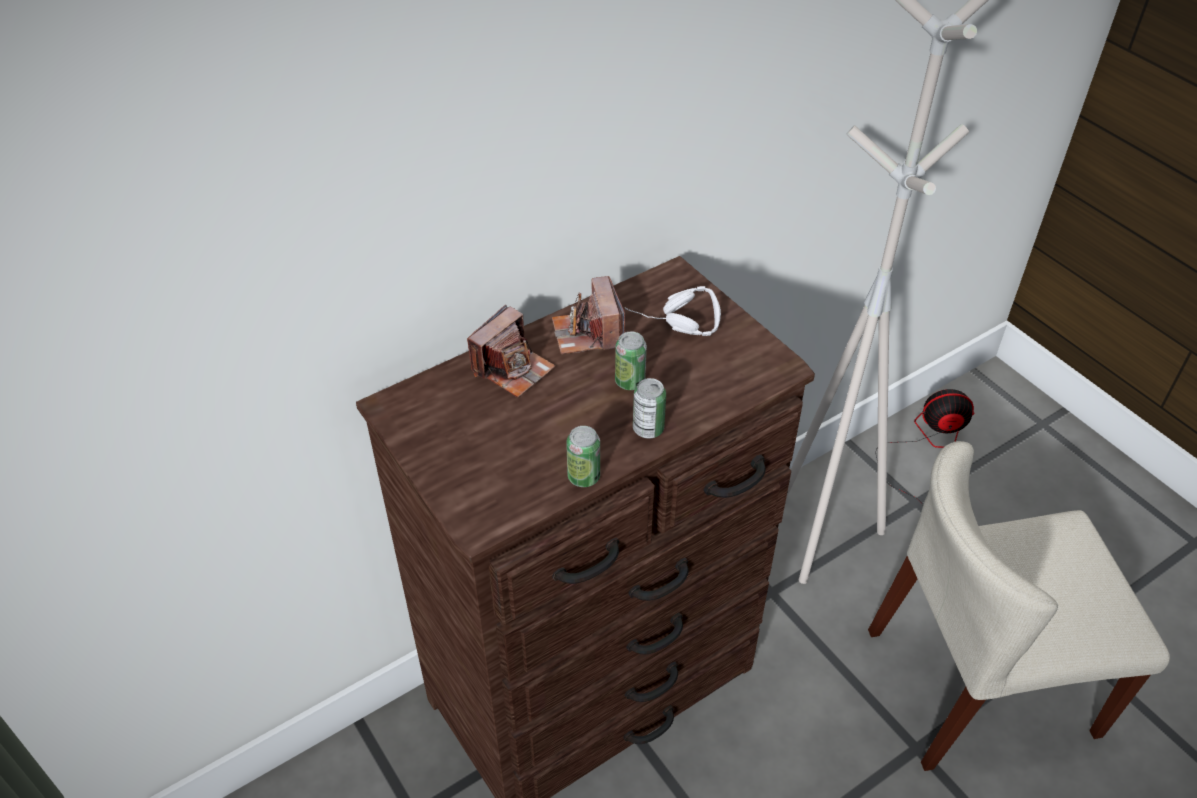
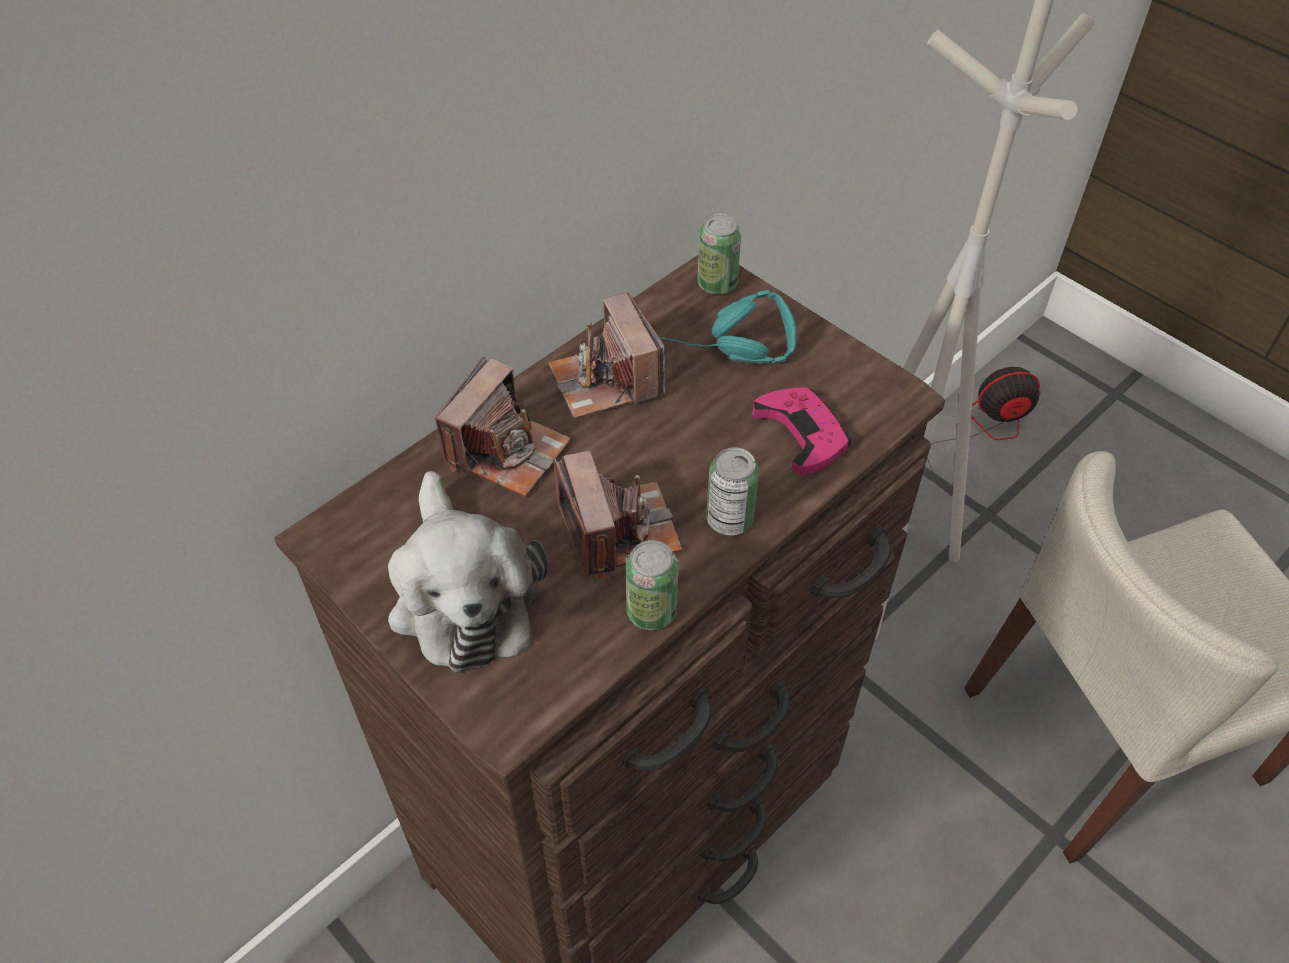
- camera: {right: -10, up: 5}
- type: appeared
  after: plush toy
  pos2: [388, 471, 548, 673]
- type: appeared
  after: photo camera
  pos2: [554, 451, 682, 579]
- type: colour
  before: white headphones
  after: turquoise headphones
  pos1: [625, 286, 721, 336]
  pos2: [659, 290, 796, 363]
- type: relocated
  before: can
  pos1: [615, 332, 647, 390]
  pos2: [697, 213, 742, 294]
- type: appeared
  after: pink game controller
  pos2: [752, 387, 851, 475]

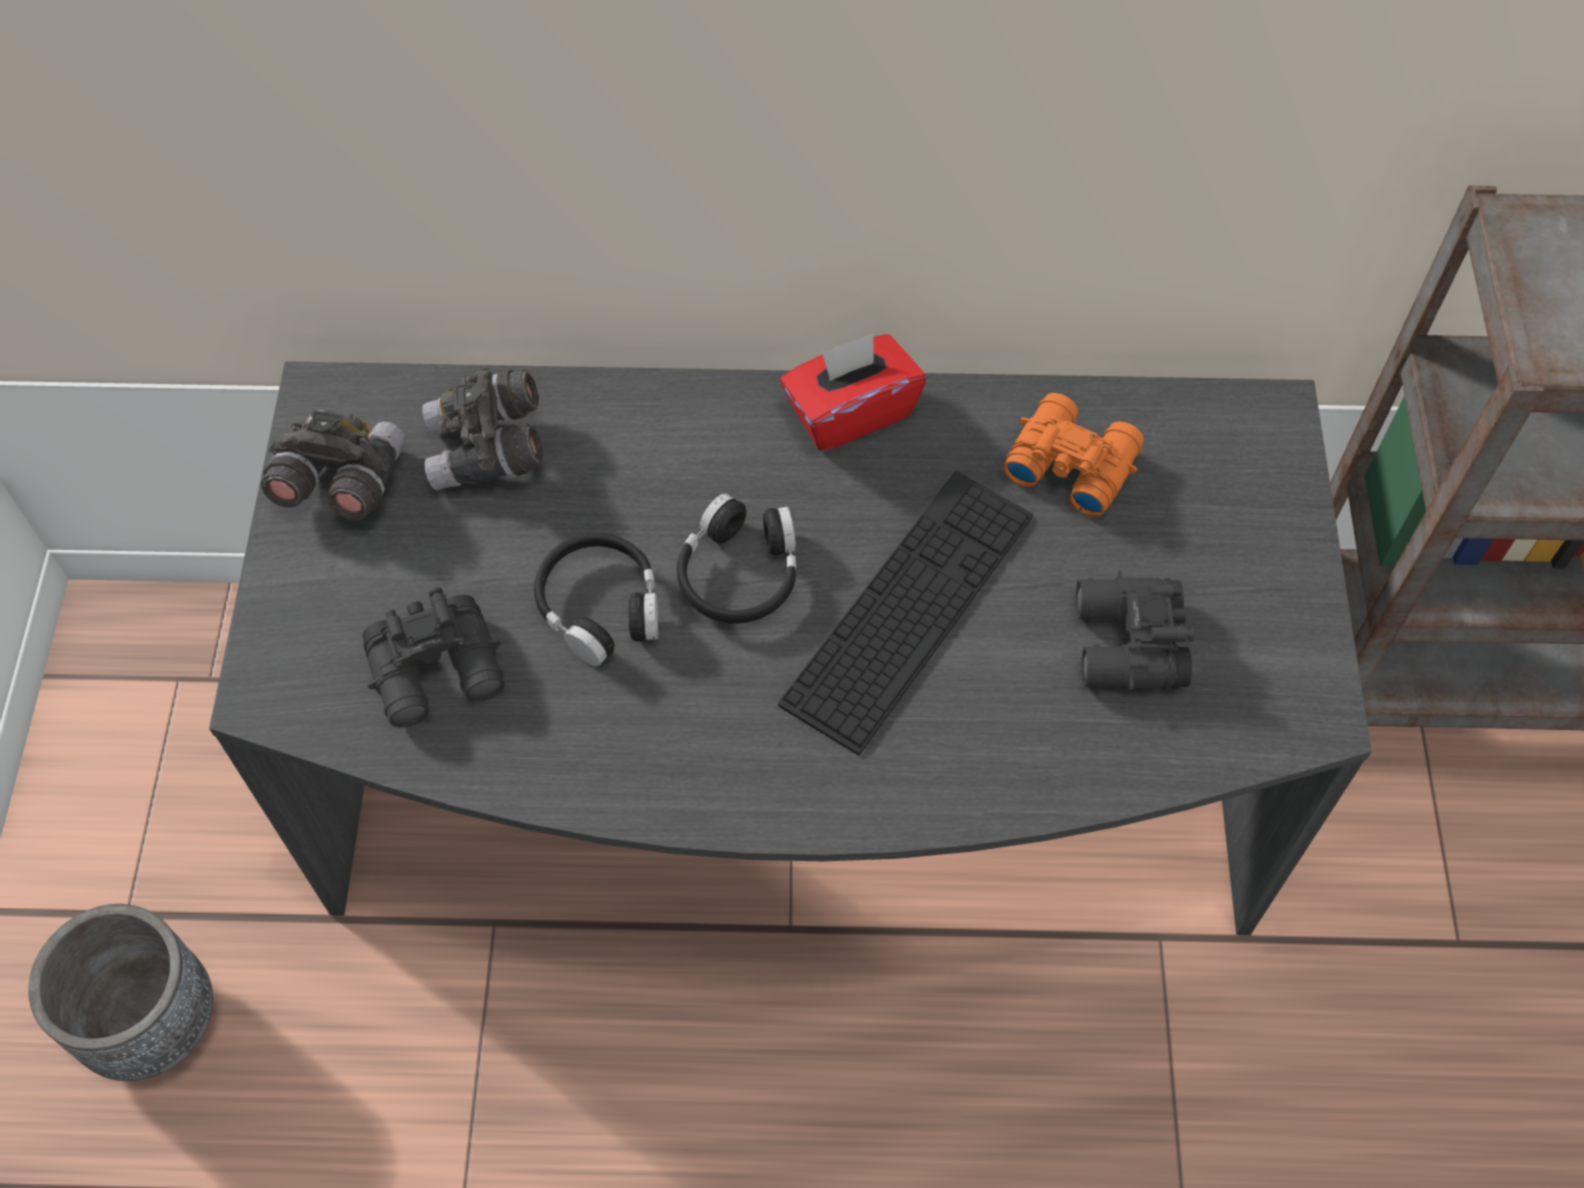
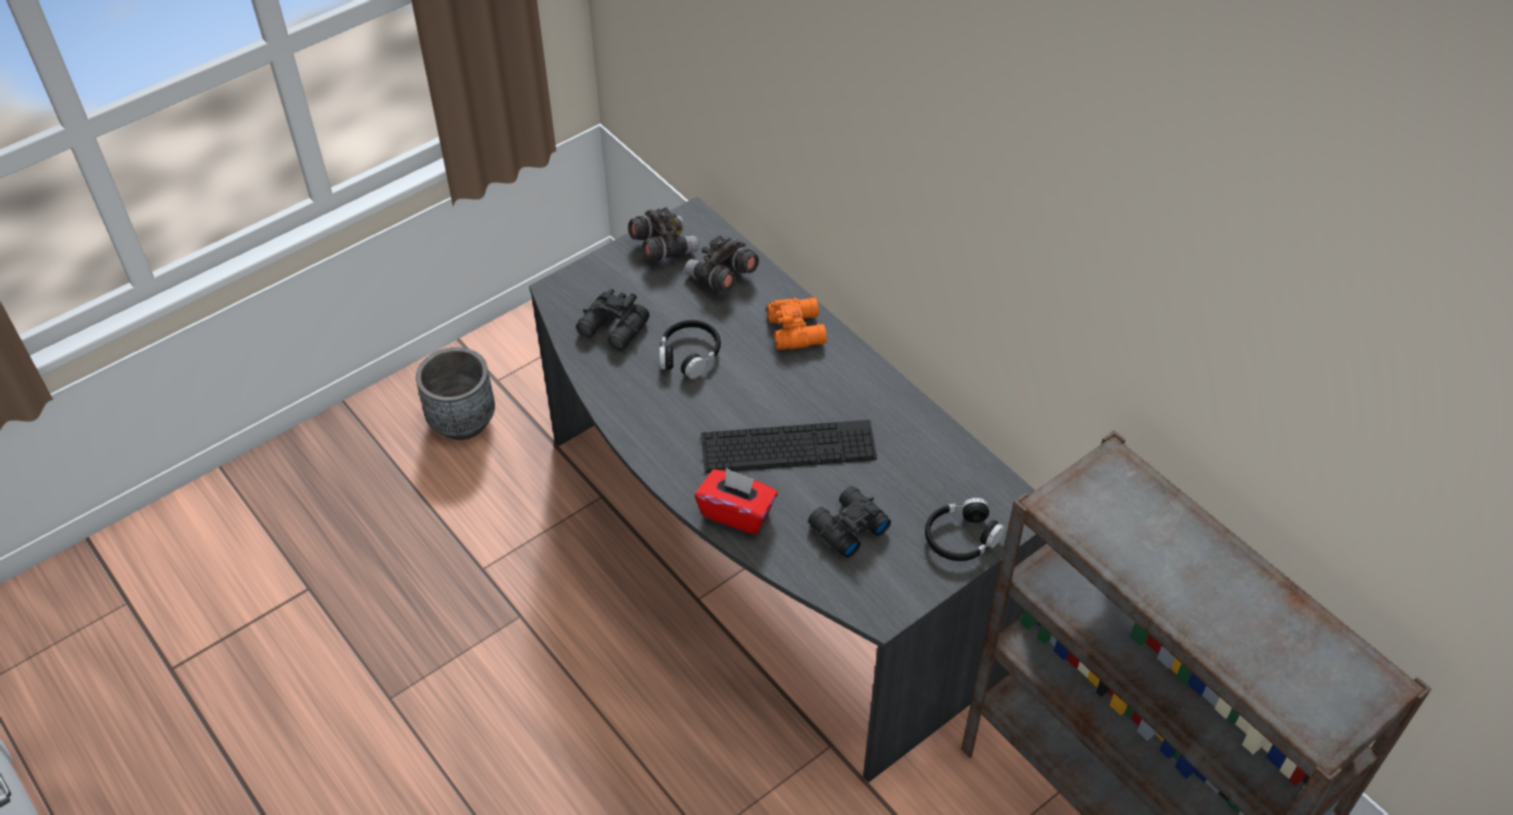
- camera: {right: 50, up: -10}
- type: relocated
  before: red tissue box
  pos1: [780, 334, 926, 451]
  pos2: [695, 468, 778, 535]
- type: relocated
  before: orange binoculars
  pos1: [1003, 393, 1144, 517]
  pos2: [767, 297, 827, 350]
- type: relocated
  before: black headphones
  pos1: [677, 494, 796, 623]
  pos2: [925, 498, 1005, 561]

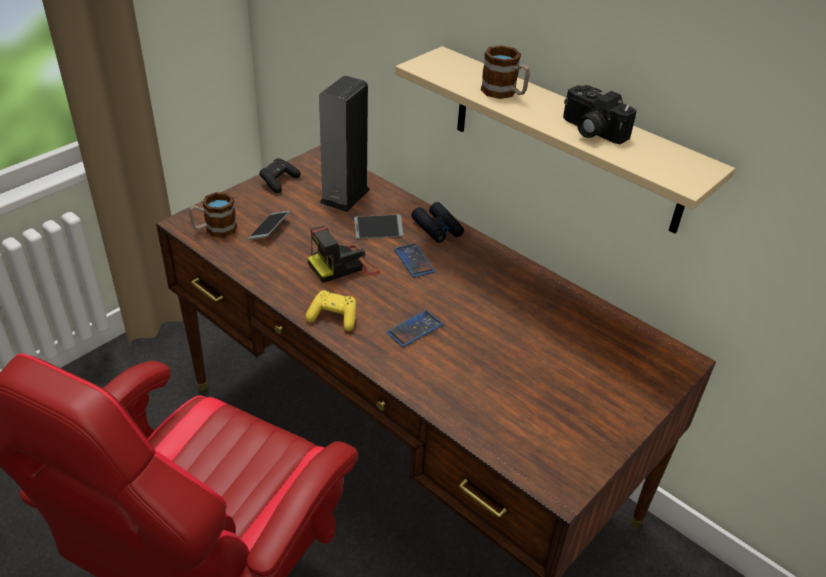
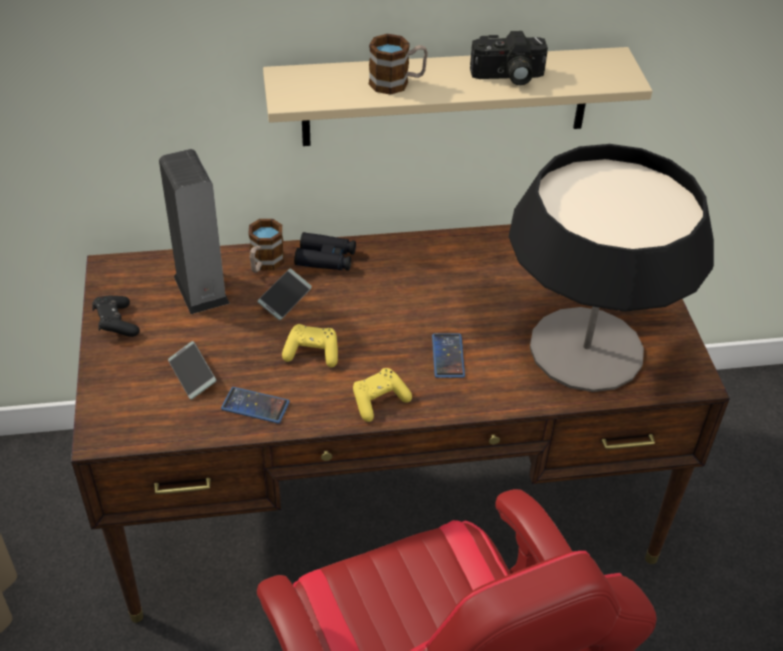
- camera: {right: -50, up: 5}
- type: relocated
  before: phone
  pos1: [394, 243, 435, 277]
  pos2: [221, 387, 290, 423]
- type: relocated
  before: mug
  pos1: [189, 192, 237, 238]
  pos2: [248, 219, 284, 273]
- type: exchanged
  before: photo camera
  after: yellow game controller
  pos1: [308, 226, 380, 283]
  pos2: [282, 324, 338, 368]
- type: appeared
  after: table lamp
  pos2: [509, 144, 714, 392]

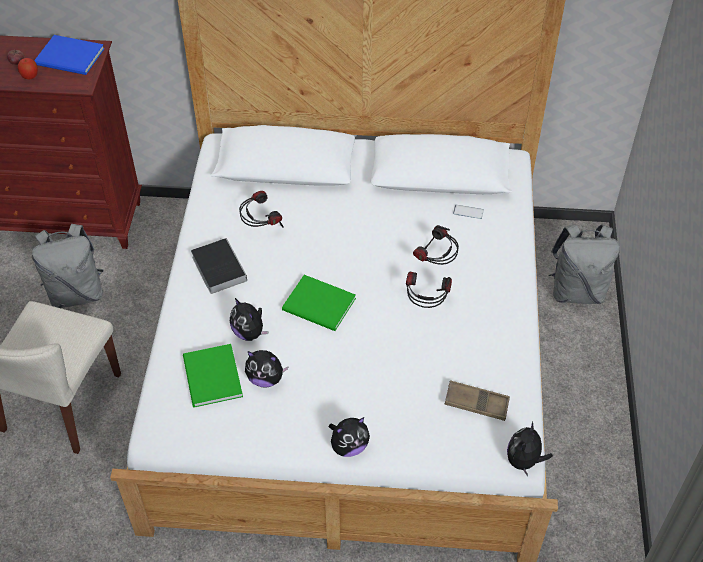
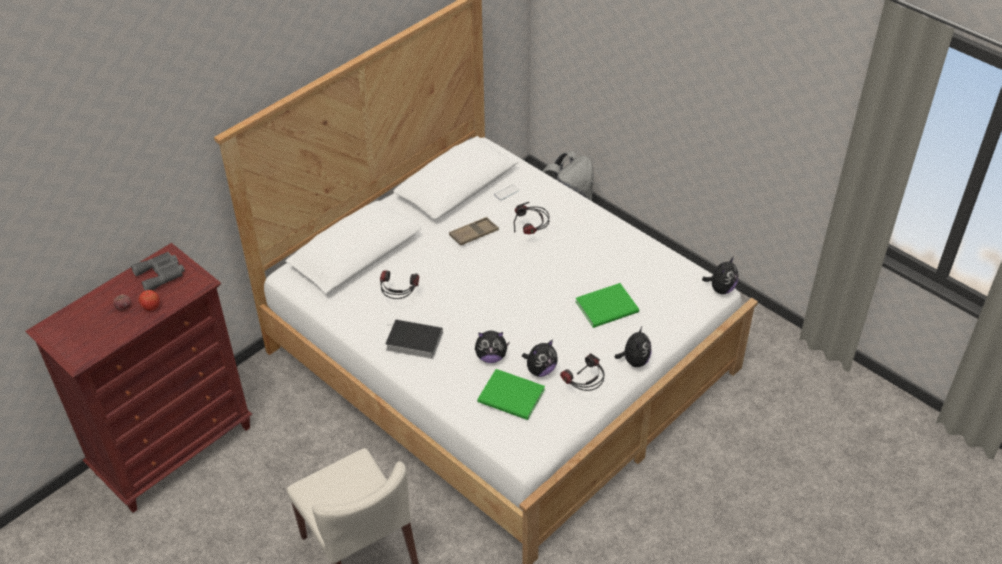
- camera: {right: -50, up: -5}
- type: exchanged
  before: blue book
  after: grey binoculars
  pos1: [34, 35, 104, 75]
  pos2: [131, 252, 185, 291]
- type: relocated
  before: brown tray
  pos1: [445, 380, 510, 421]
  pos2: [449, 217, 499, 246]
- type: relocated
  before: headphones
  pos1: [406, 272, 452, 308]
  pos2: [560, 353, 605, 391]
- type: relocated
  before: green book
  pos1: [282, 275, 356, 331]
  pos2: [575, 283, 639, 328]
- type: spun
  before: plush toy
  pos1: [507, 421, 553, 477]
  pos2: [702, 257, 738, 294]
  turn: -120
- type: missing
  before: grey backpack
  pos1: [32, 224, 104, 308]

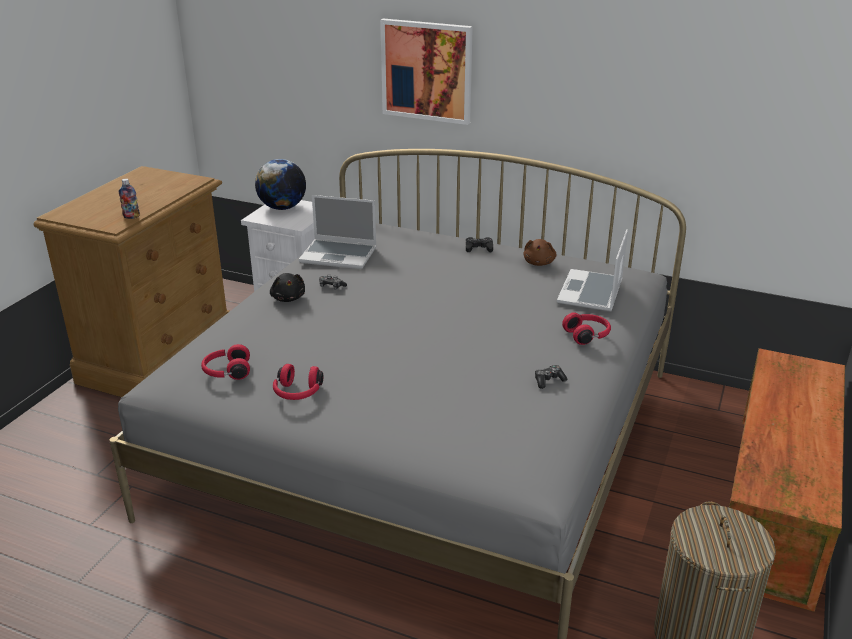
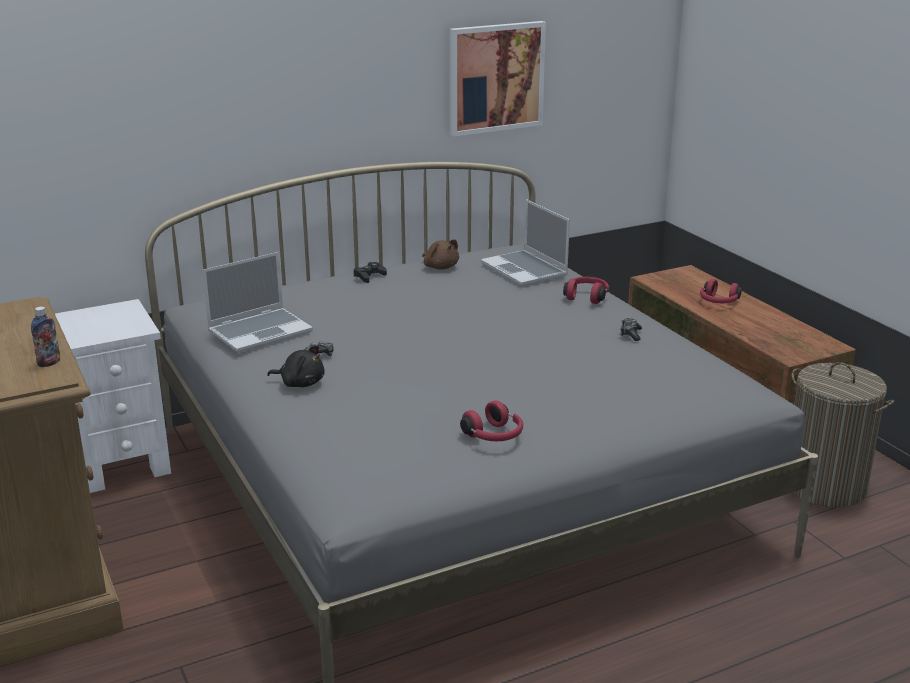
- camera: {right: -50, up: -5}
- type: relocated
  before: picture
  pos1: [380, 18, 473, 125]
  pos2: [450, 21, 546, 137]
- type: relocated
  before: red headphones
  pos1: [201, 344, 250, 380]
  pos2: [700, 279, 742, 303]
- type: missing
  before: globe
  pos1: [255, 159, 306, 210]

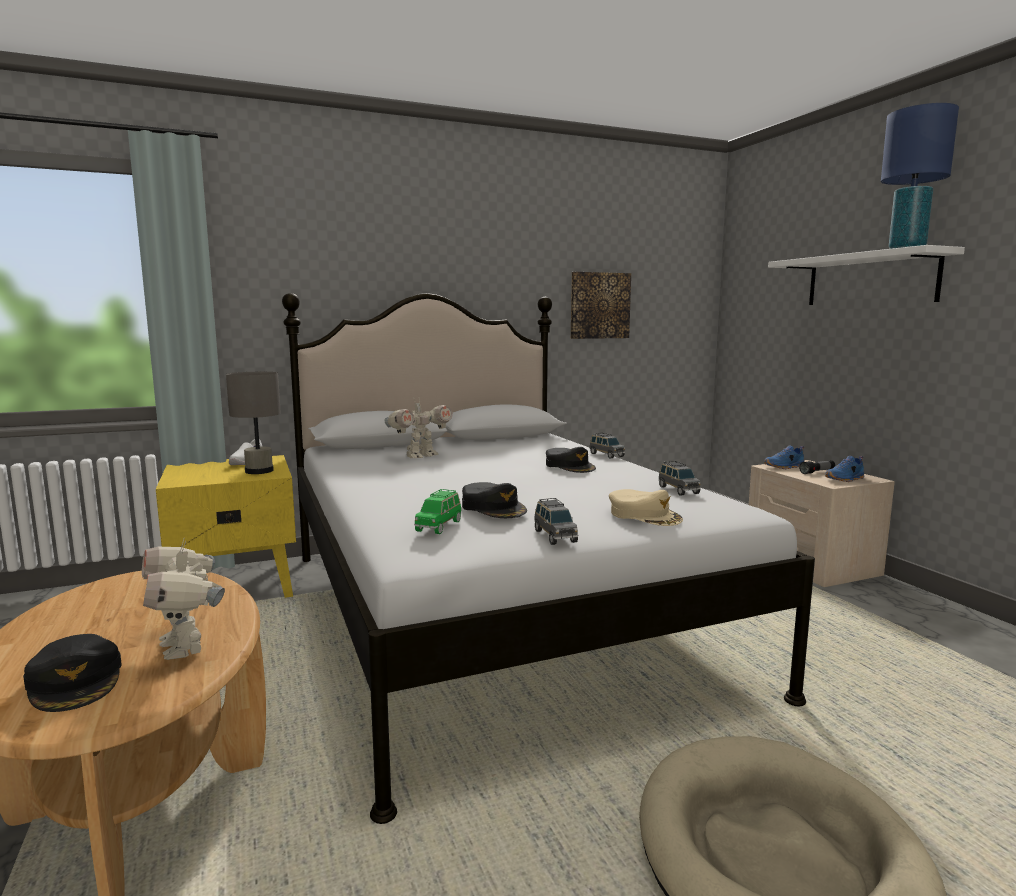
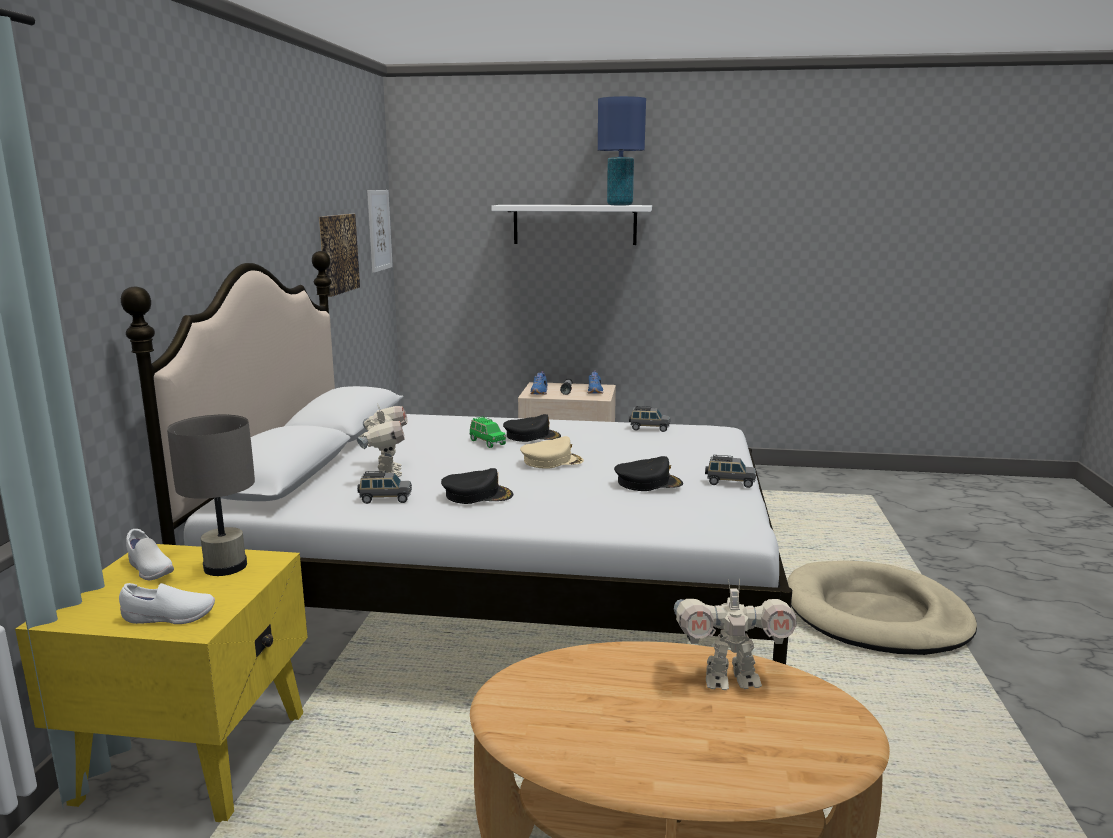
- camera: {right: -60, up: 5}
- type: appeared
  after: white shoe
  pos2: [119, 583, 215, 624]
- type: relocated
  before: grey toy car
  pos1: [590, 433, 625, 459]
  pos2: [357, 471, 412, 504]
- type: appeared
  after: picture
  pos2: [367, 190, 393, 273]
- type: relocated
  before: black cap
  pos1: [23, 634, 122, 712]
  pos2: [441, 468, 513, 504]
- type: relocated
  before: green toy car
  pos1: [414, 489, 461, 534]
  pos2: [470, 416, 506, 448]
- type: relocated
  before: beige cap
  pos1: [609, 489, 683, 526]
  pos2: [520, 436, 584, 469]

